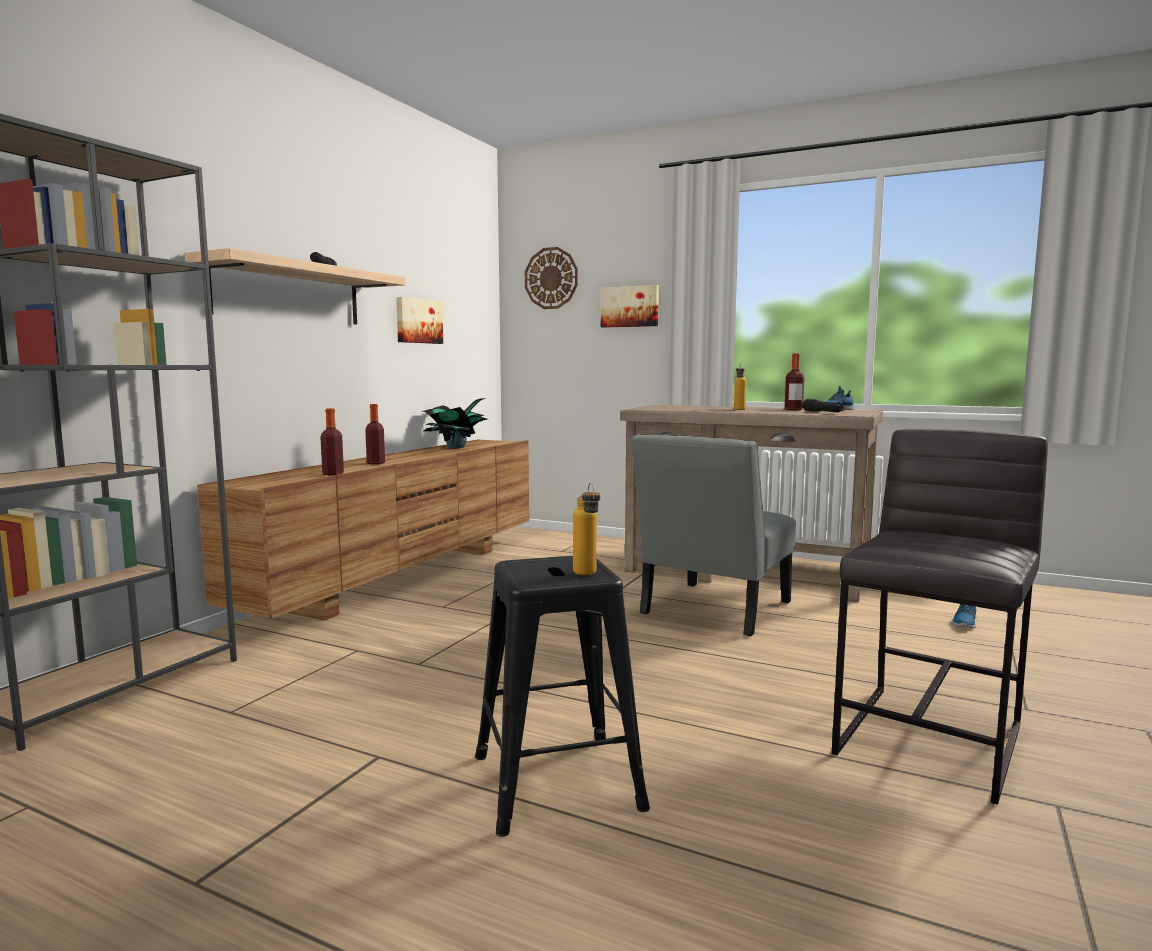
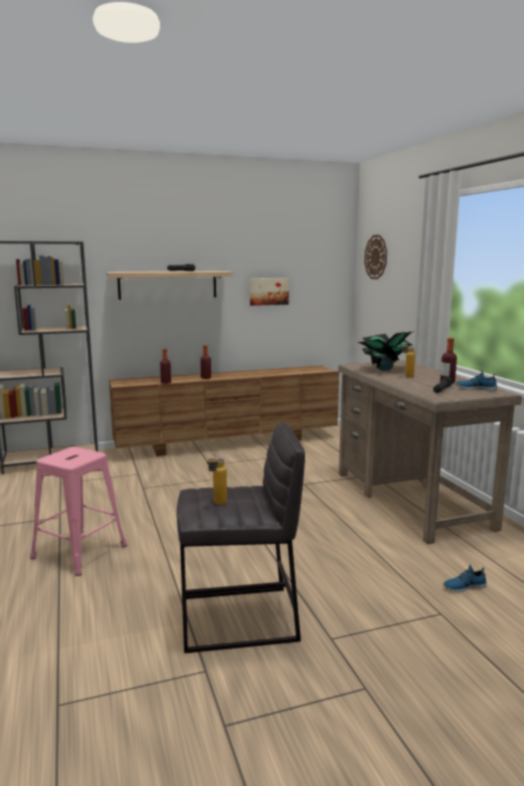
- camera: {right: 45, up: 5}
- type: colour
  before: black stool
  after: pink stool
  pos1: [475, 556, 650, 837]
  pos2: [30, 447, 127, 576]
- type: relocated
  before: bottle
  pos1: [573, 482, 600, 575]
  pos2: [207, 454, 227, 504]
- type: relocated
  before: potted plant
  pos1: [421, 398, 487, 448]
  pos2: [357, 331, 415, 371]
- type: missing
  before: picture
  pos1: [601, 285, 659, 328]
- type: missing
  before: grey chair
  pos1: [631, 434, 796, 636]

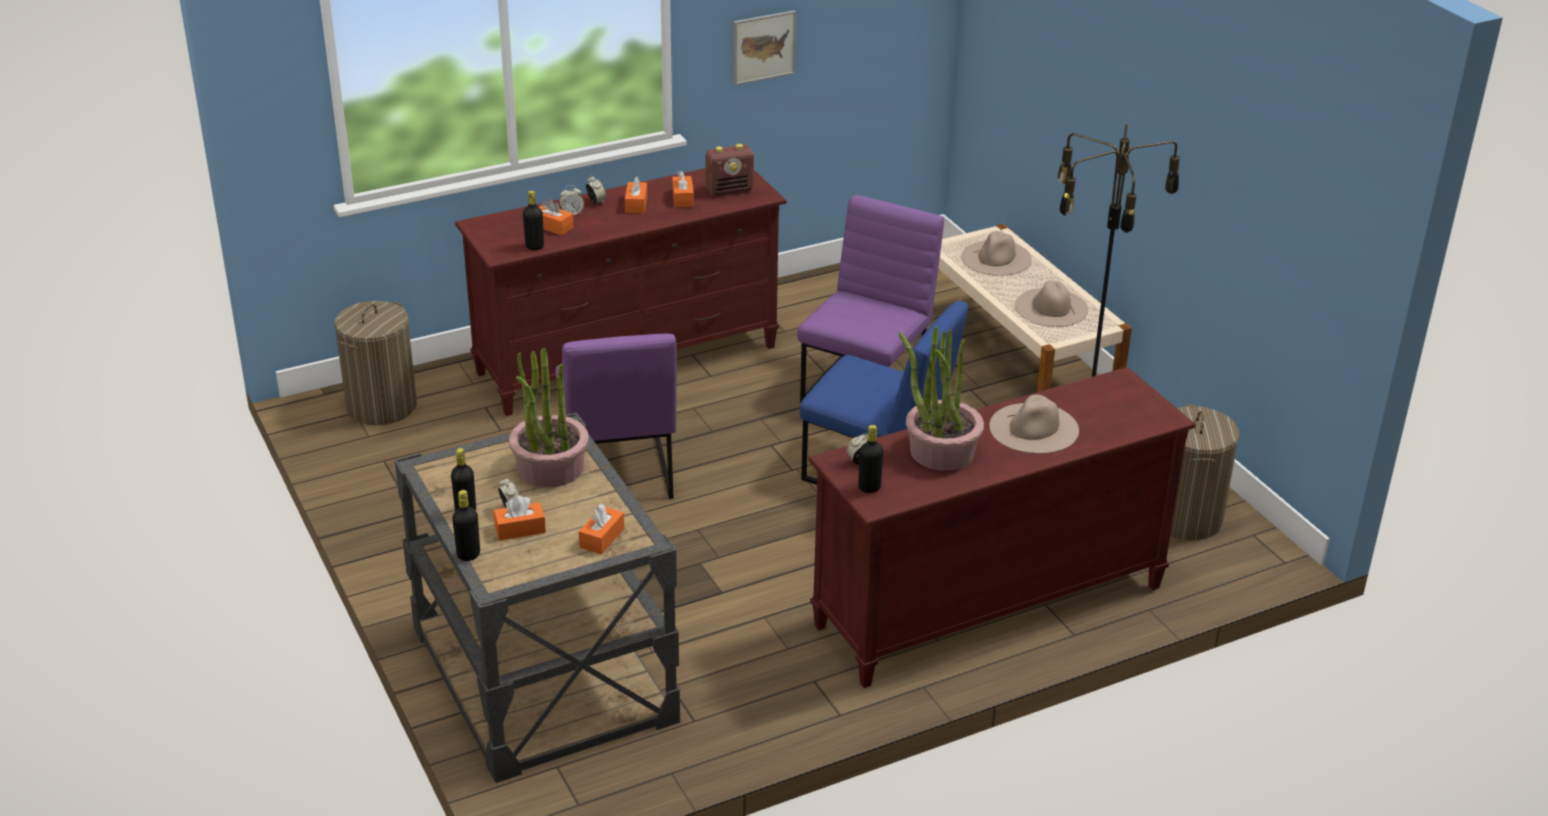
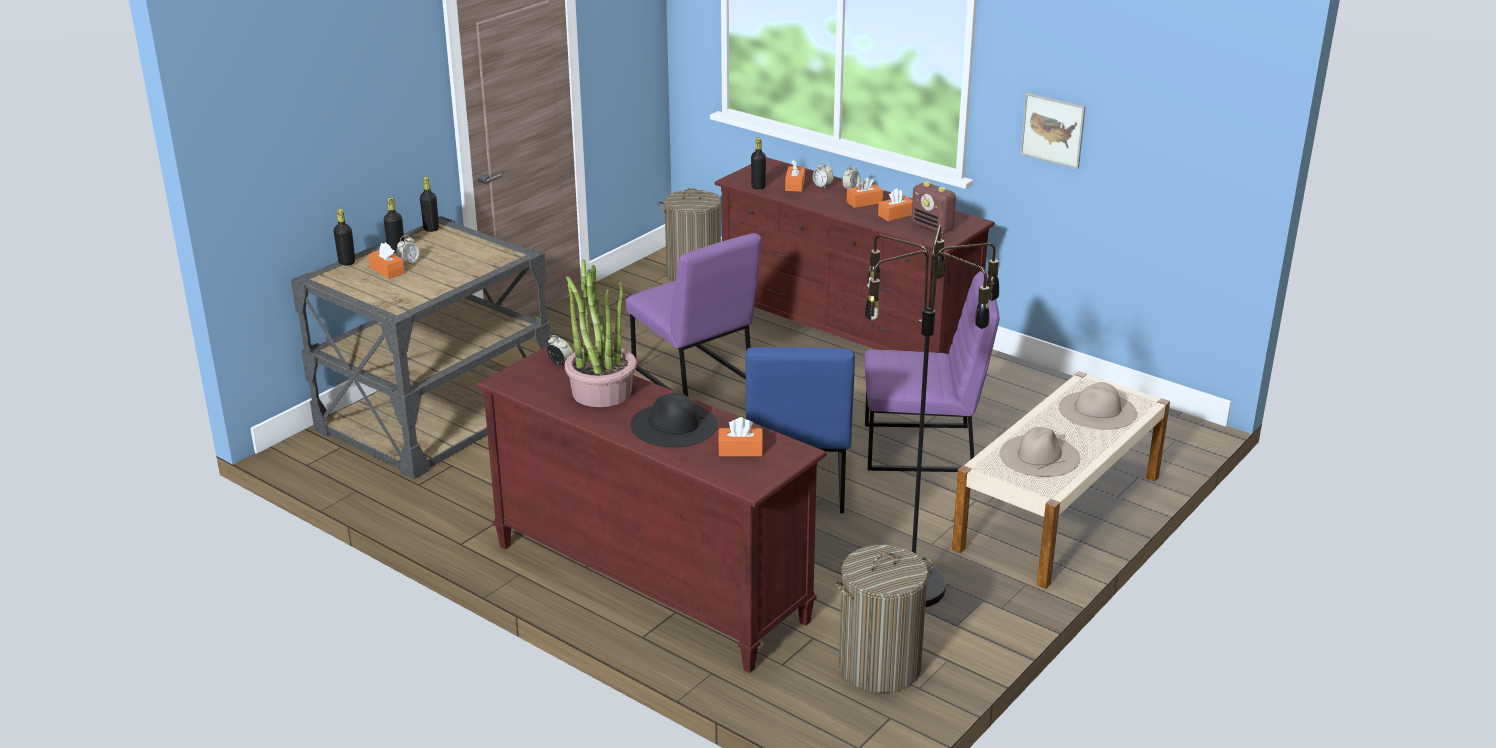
- camera: {right: 65, up: -5}
- type: relocated
  before: black bottle
  pos1: [858, 425, 884, 493]
  pos2: [420, 177, 439, 232]
- type: spun
  before: purple chair
  pos1: [555, 334, 677, 499]
  pos2: [626, 233, 761, 397]
  turn: -90
- type: colour
  before: beige hat
  after: black hat
  pos1: [989, 395, 1079, 454]
  pos2: [630, 393, 717, 447]
- type: relocated
  before: orange tissue box
  pos1: [579, 504, 624, 554]
  pos2: [718, 417, 763, 456]
- type: missing
  before: potted plant
  pos1: [509, 348, 589, 487]

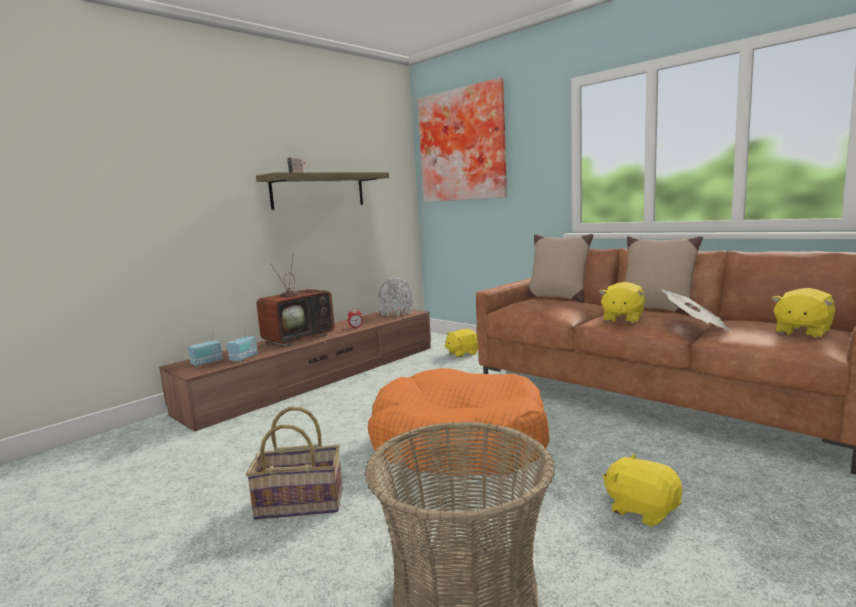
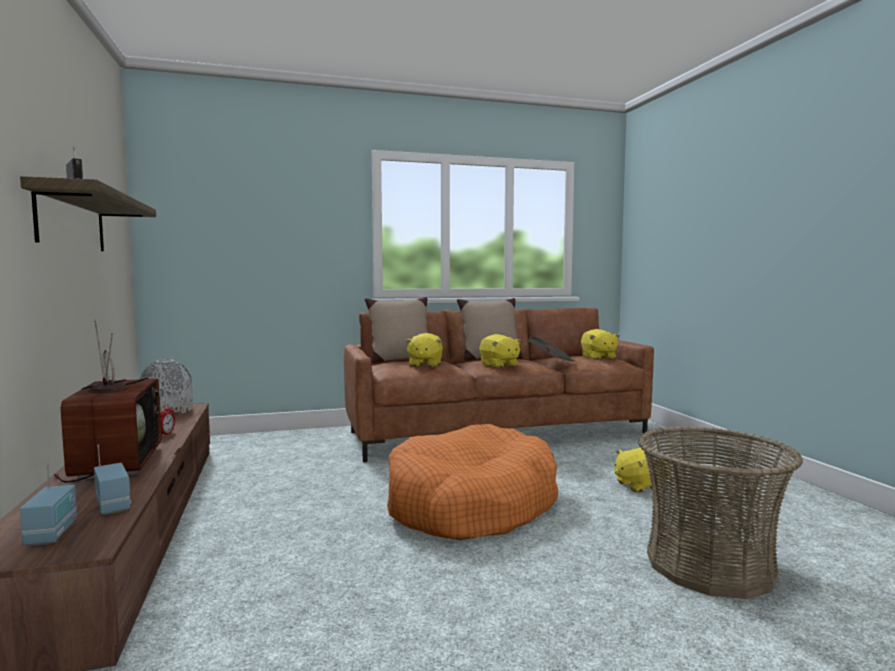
- camera: {right: -60, up: -5}
- type: relocated
  before: yellow plush toy
  pos1: [445, 329, 478, 358]
  pos2: [405, 333, 443, 367]
- type: missing
  before: basket
  pos1: [246, 407, 343, 520]
- type: missing
  before: picture
  pos1: [418, 77, 507, 202]

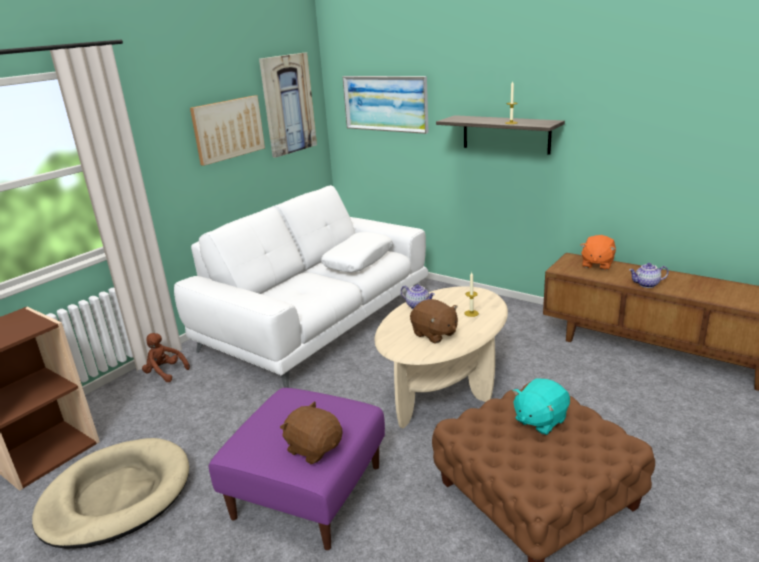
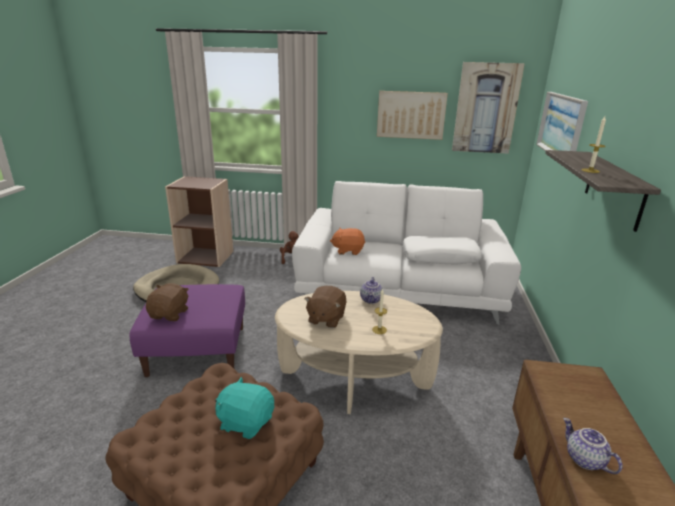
- camera: {right: 60, up: 0}
- type: relocated
  before: orange plush toy
  pos1: [581, 235, 616, 270]
  pos2: [330, 228, 365, 255]

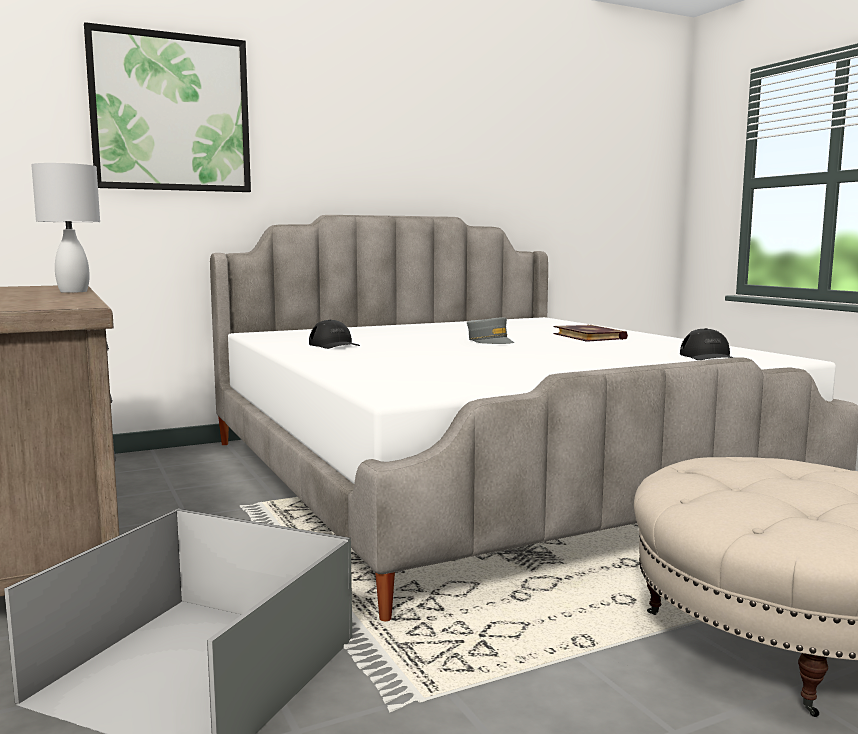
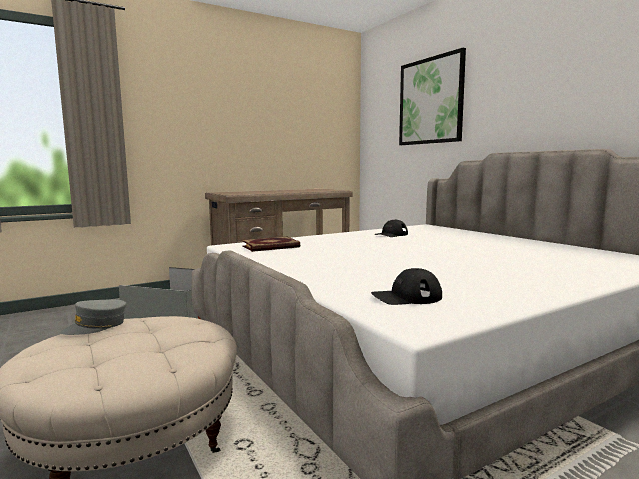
- camera: {right: 85, up: 0}
- type: relocated
  before: grey cap
  pos1: [467, 317, 514, 344]
  pos2: [60, 300, 126, 335]
- type: relocated
  before: book
  pos1: [553, 325, 628, 342]
  pos2: [242, 236, 300, 252]
- type: missing
  before: white table lamp
  pos1: [31, 163, 100, 293]

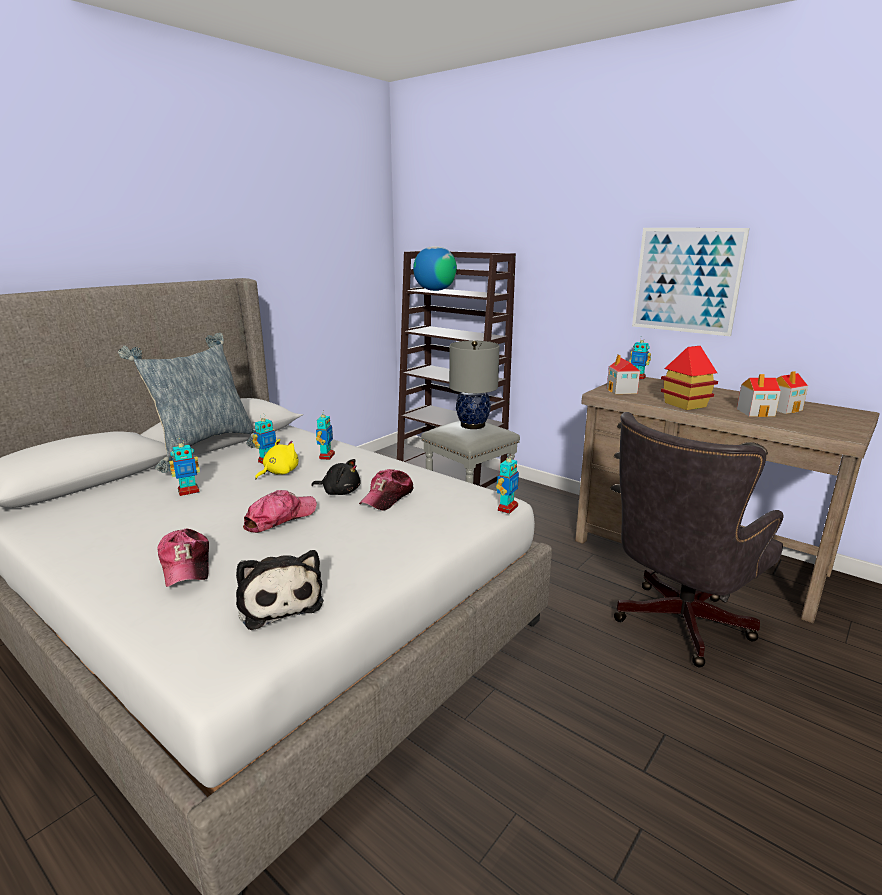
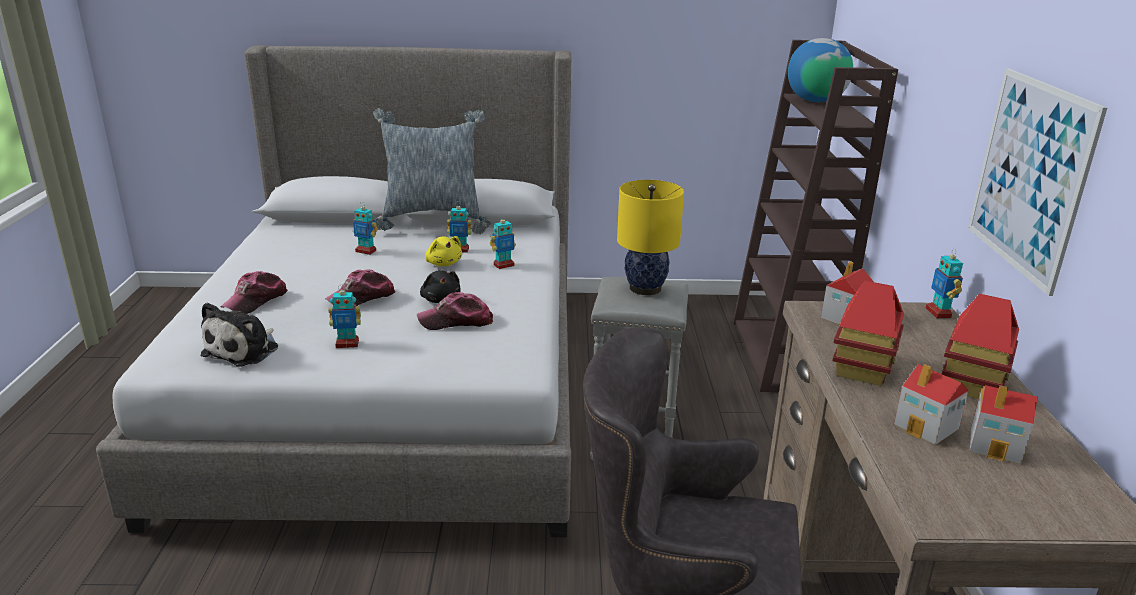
- camera: {right: 50, up: 5}
- type: spun
  before: cap
  pos1: [243, 490, 317, 533]
  pos2: [325, 269, 395, 306]
  turn: 135
- type: relocated
  before: toy robot
  pos1: [496, 453, 519, 514]
  pos2: [328, 285, 361, 348]
- type: spun
  before: yellow plush toy
  pos1: [255, 439, 298, 479]
  pos2: [425, 236, 462, 266]
  turn: 60
- type: colour
  before: grey table lamp
  after: yellow table lamp
  pos1: [449, 341, 500, 429]
  pos2: [617, 180, 684, 295]
- type: appeared
  after: toy house
  pos2: [942, 294, 1019, 399]

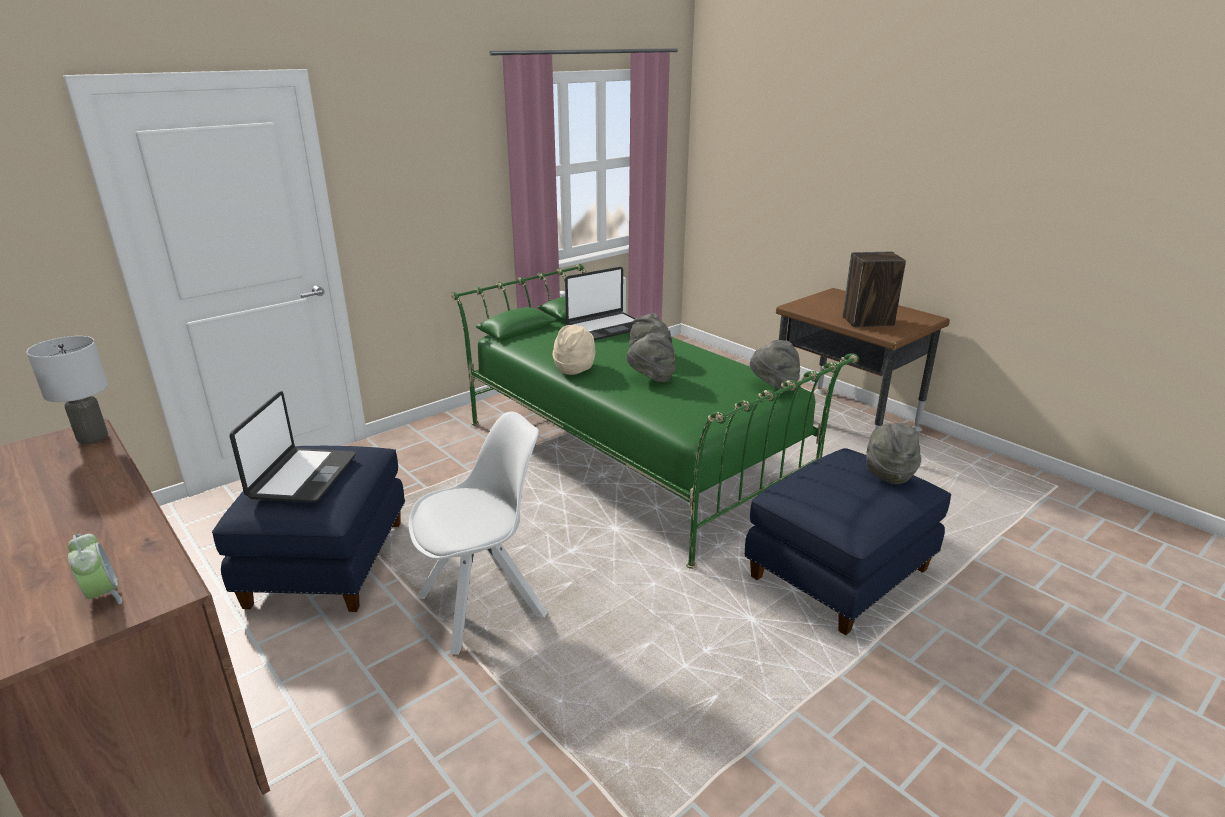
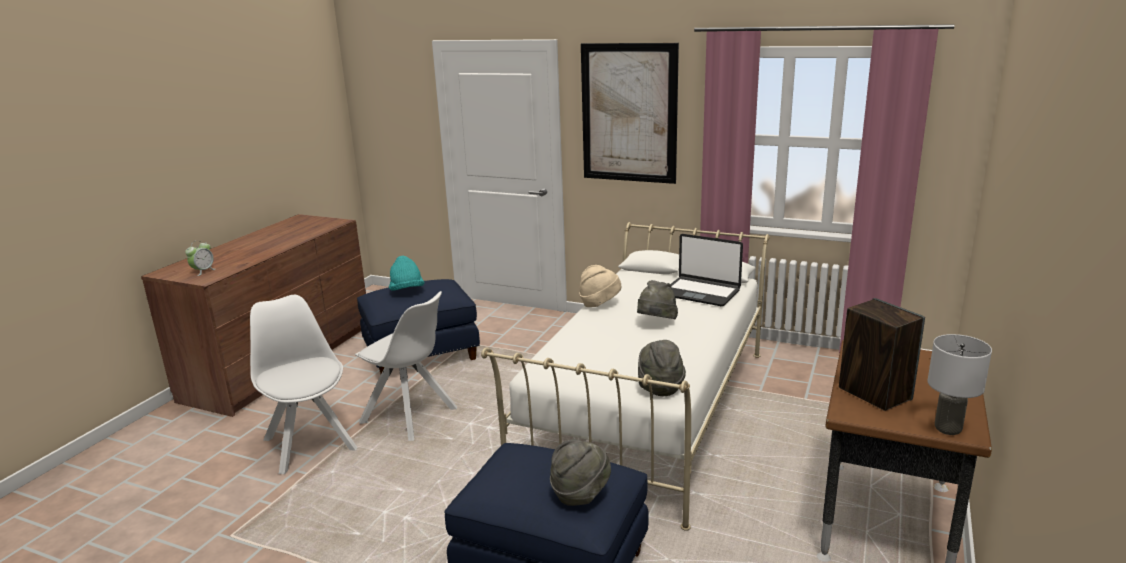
- camera: {right: 65, up: -5}
- type: appeared
  after: white chair
  pos2: [250, 295, 358, 474]
- type: exchanged
  before: laptop
  after: turquoise hat
  pos1: [230, 391, 356, 503]
  pos2: [389, 256, 425, 291]
- type: colour
  before: green bed
  after: white bed
  pos1: [451, 264, 859, 569]
  pos2: [481, 222, 769, 531]
- type: appeared
  after: picture
  pos2: [581, 43, 679, 184]
- type: relocated
  before: white table lamp
  pos1: [26, 336, 108, 444]
  pos2: [927, 334, 992, 435]
- type: missing
  before: grey hat
  pos1: [627, 333, 676, 382]

